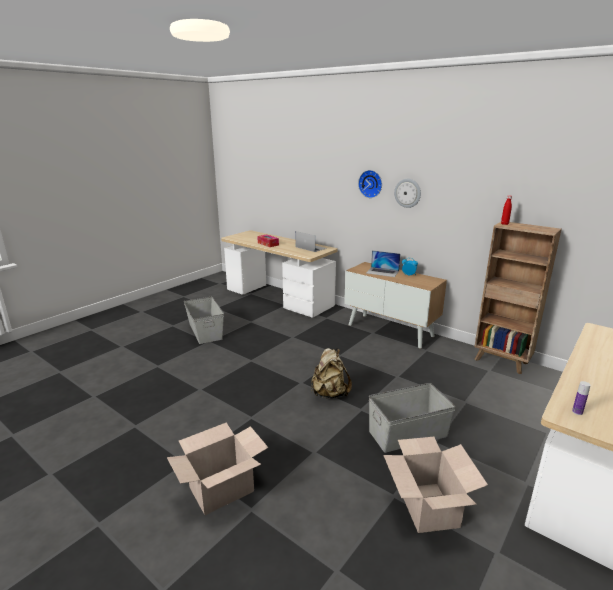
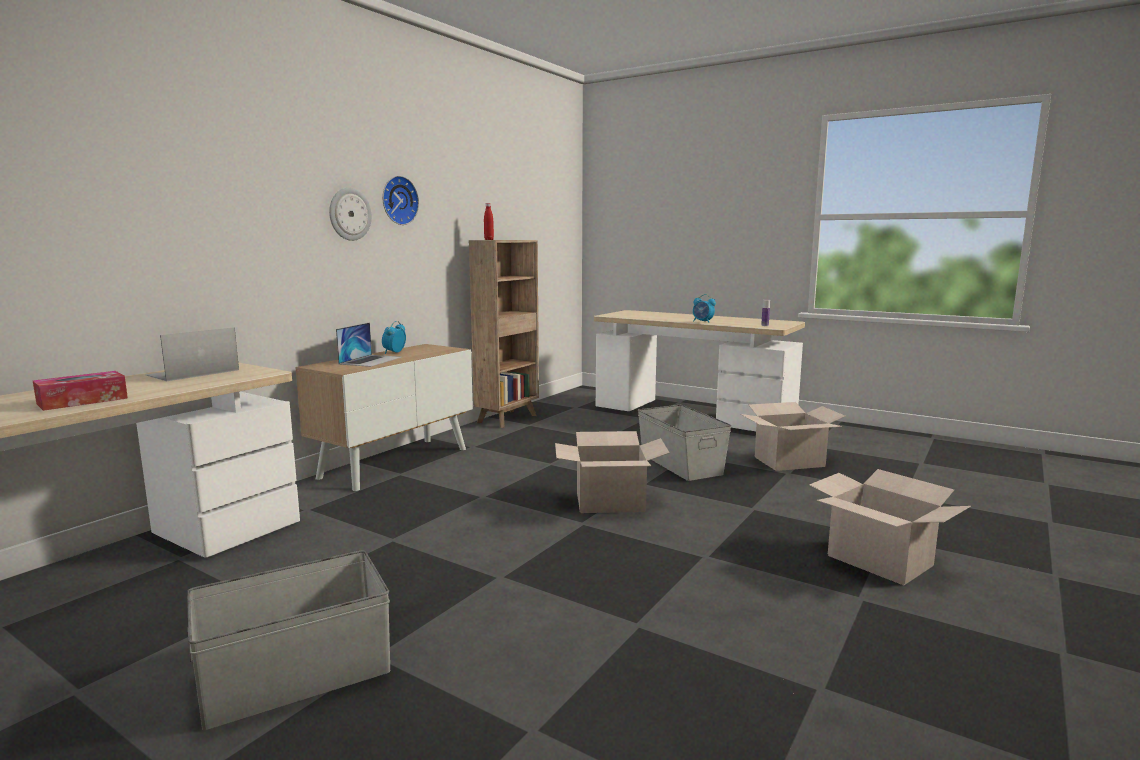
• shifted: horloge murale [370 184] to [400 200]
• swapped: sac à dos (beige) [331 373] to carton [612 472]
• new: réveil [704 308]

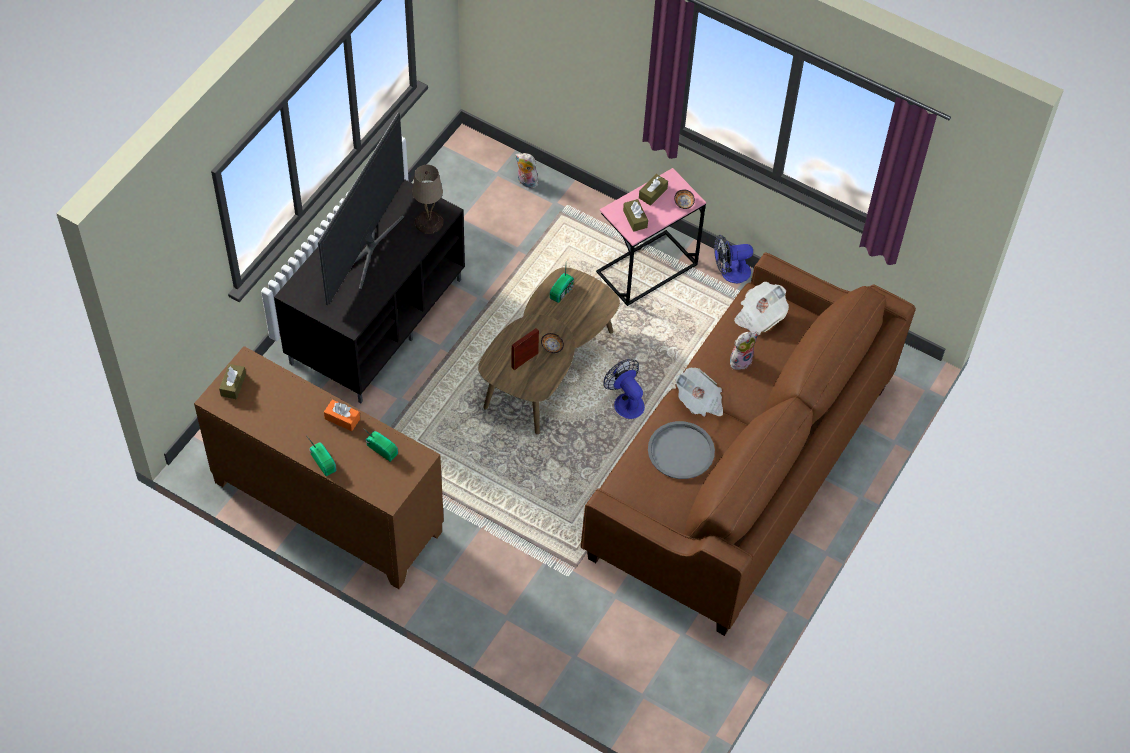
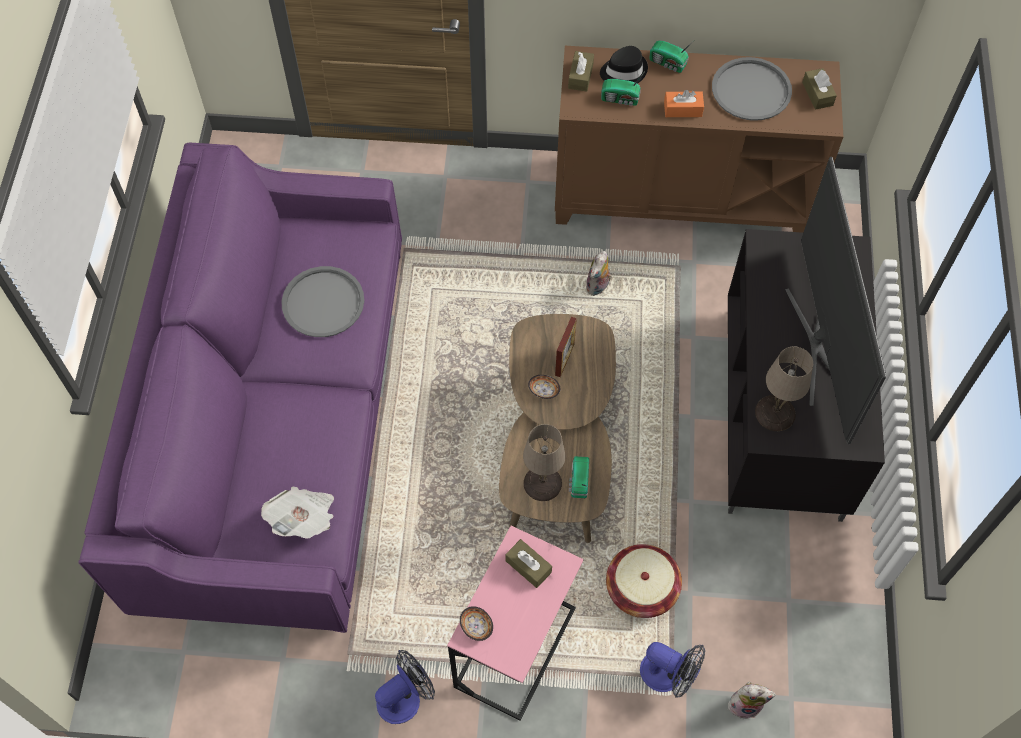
• shifted: boîte à mouchoirs (marron) [653 190] to [581 71]
• repainted: canapé (marron) [748 444] to canapé (violet) [240 387]
• shifted: peluche [744 351] to [599 273]
• shifted: ventilateur [624 389] to [672 670]
• gone: journal [699 392]
• new: chapeau (noir) [624 65]
• new: plateau (gris) [752 89]
• new: lampe de table (beige) [544 462]
• new: panier [644 581]

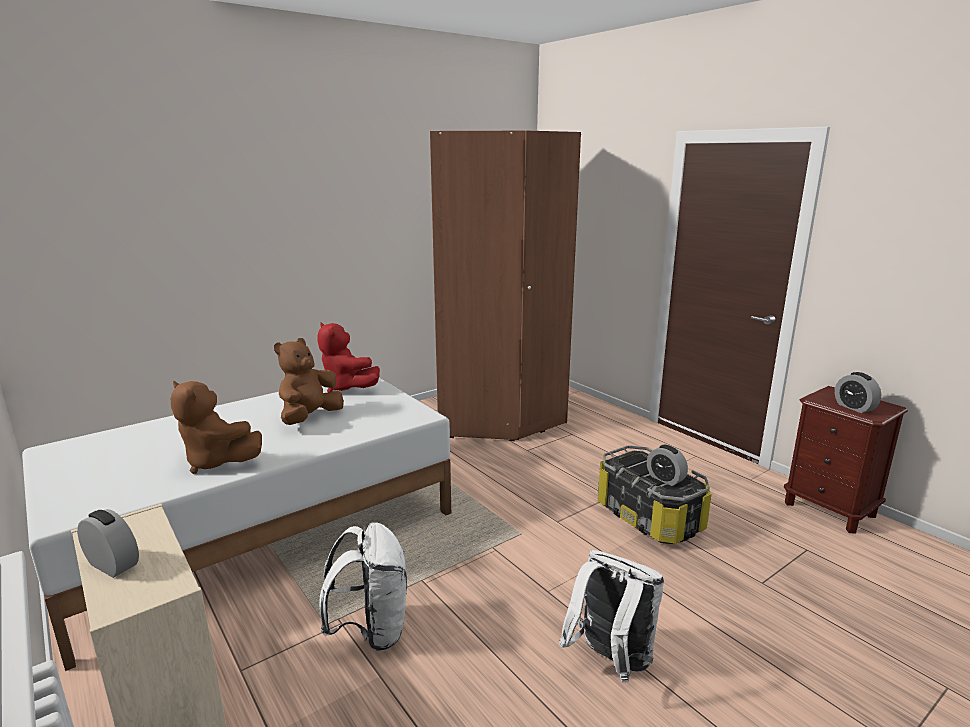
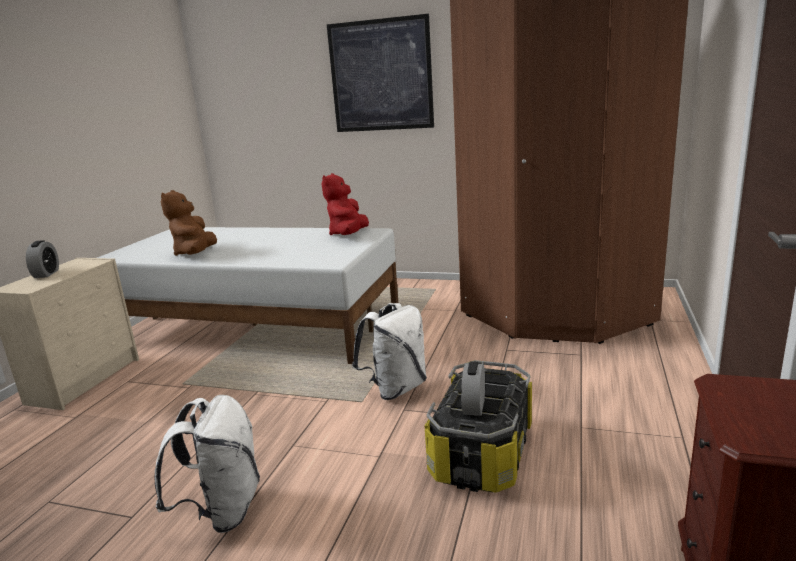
• gone: peluche (marron) [309 381]
• gone: réveil [858 392]
• shifted: sac à dos (blanc) [363 586] to [389 351]
• new: tableau [380 73]

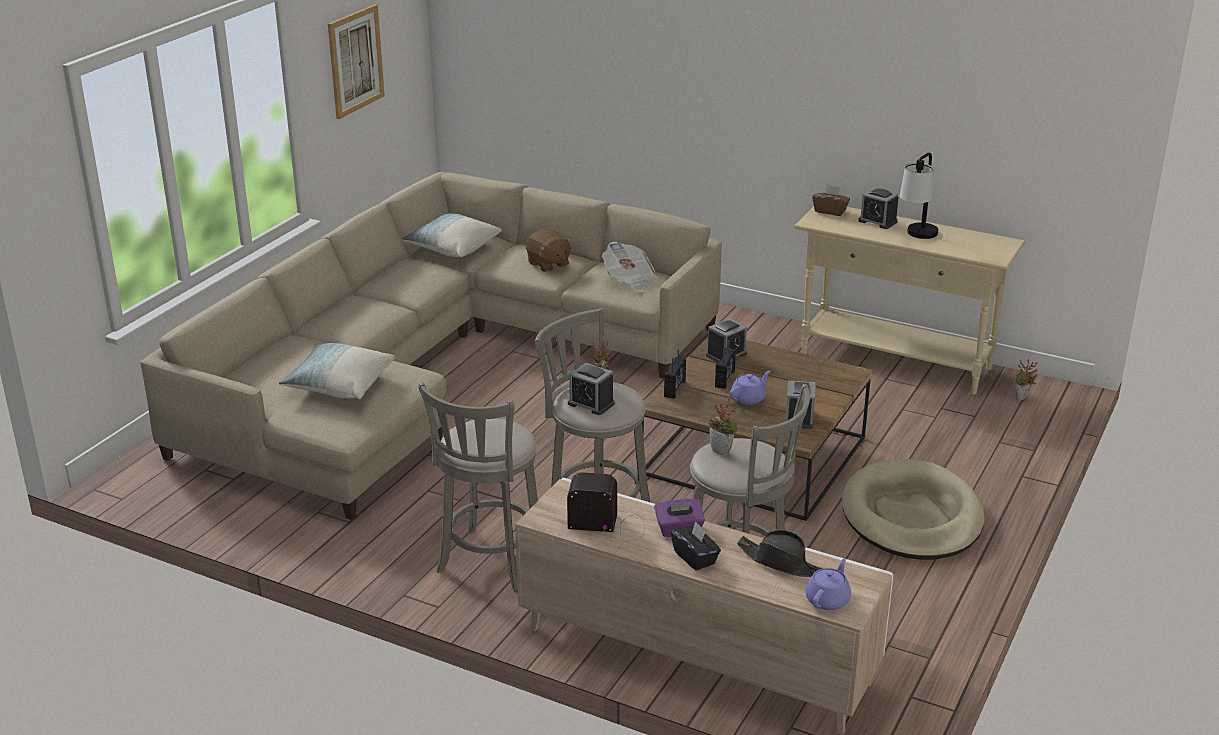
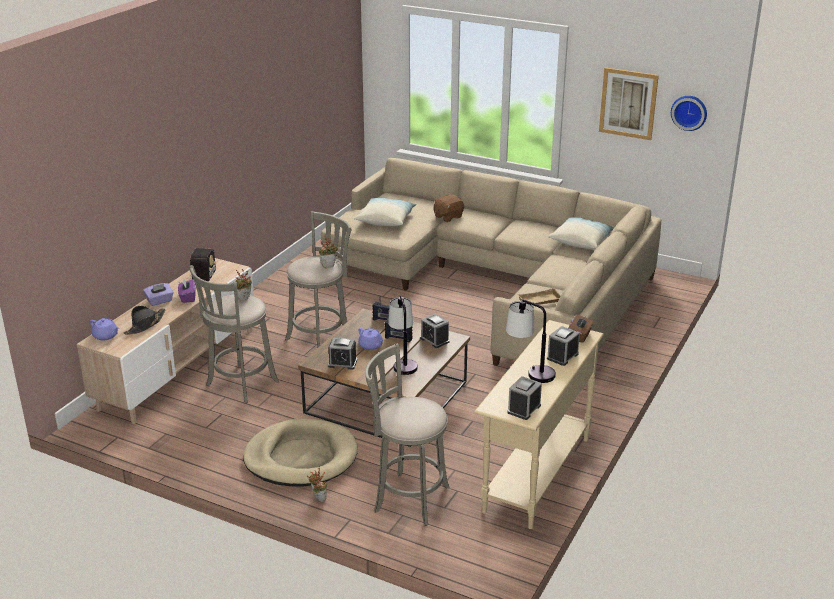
• shifted: peluche (marron) [548 250] to [449 208]
• swapped: journal [630 267] to plateau (beige) [539 296]
• shifted: plante en pot [1026 380] to [317 484]
• shifted: réveil [591 389] to [524 398]
• shifted: tabouret (gris) [478 487] to [407 434]
• repainted: boîte à mouchoirs (noir) [696 546] to boîte à mouchoirs (violet) [158 294]
• new: horloge murale [689 113]
• new: lampe de table [402 335]

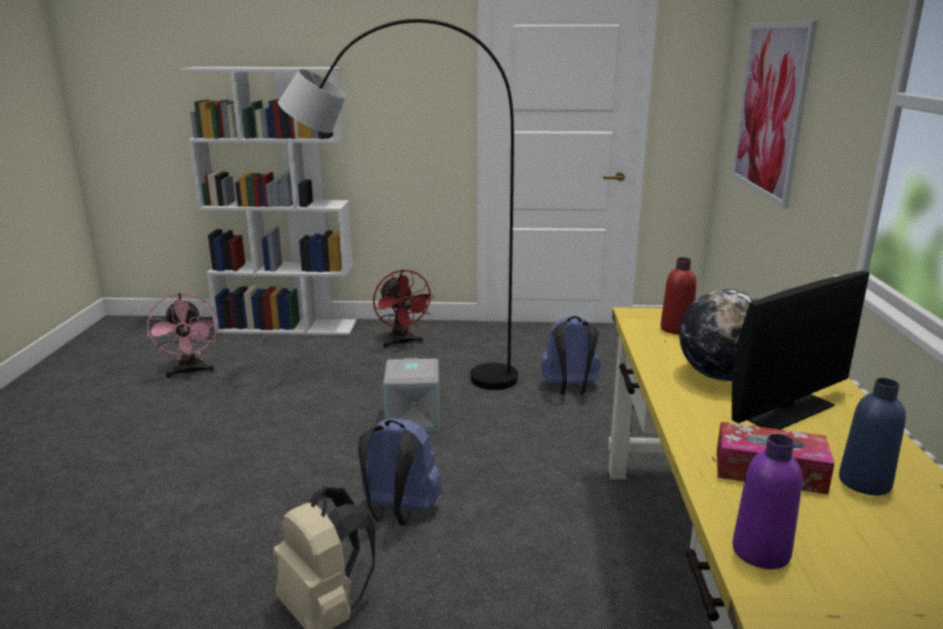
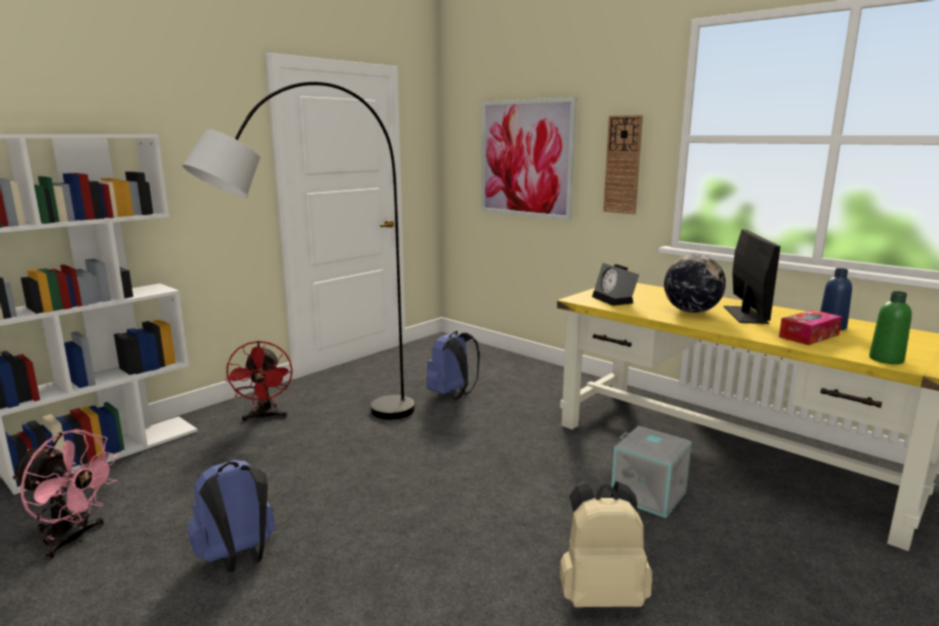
• swapped: bouteille (rouge) [678 296] to réveil [615 284]
• rotated: ventilateur (rouge) [403 308] = [259 381] 60 degrees clockwise
• shifted: boîte de rangement (gris) [411 395] to [651 472]
• shifted: sac à dos (bleu) [399 472] to [231 516]
• repainted: bouteille (violet) [768 501] to bouteille (vert) [890 327]
• new: horloge murale [623 164]

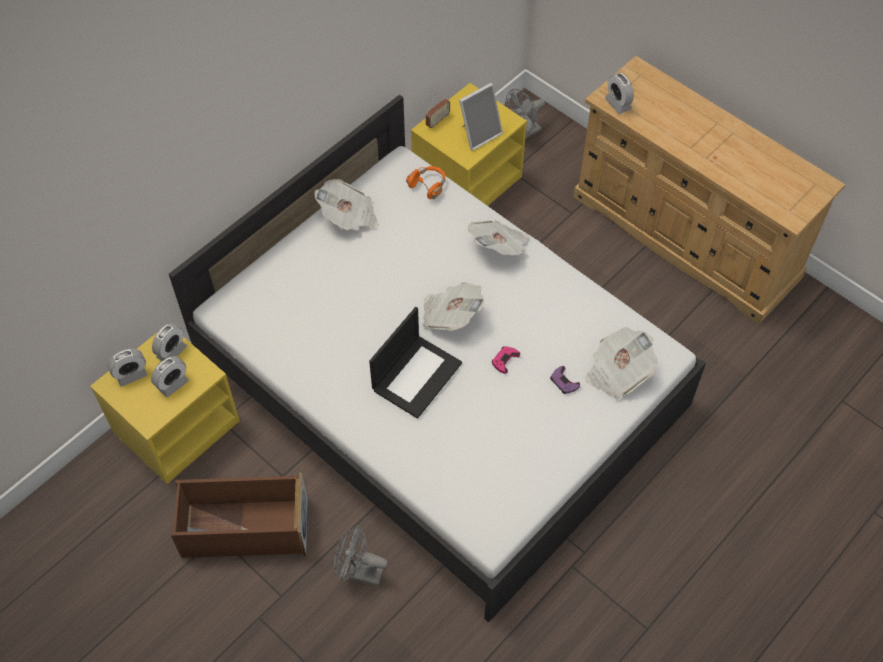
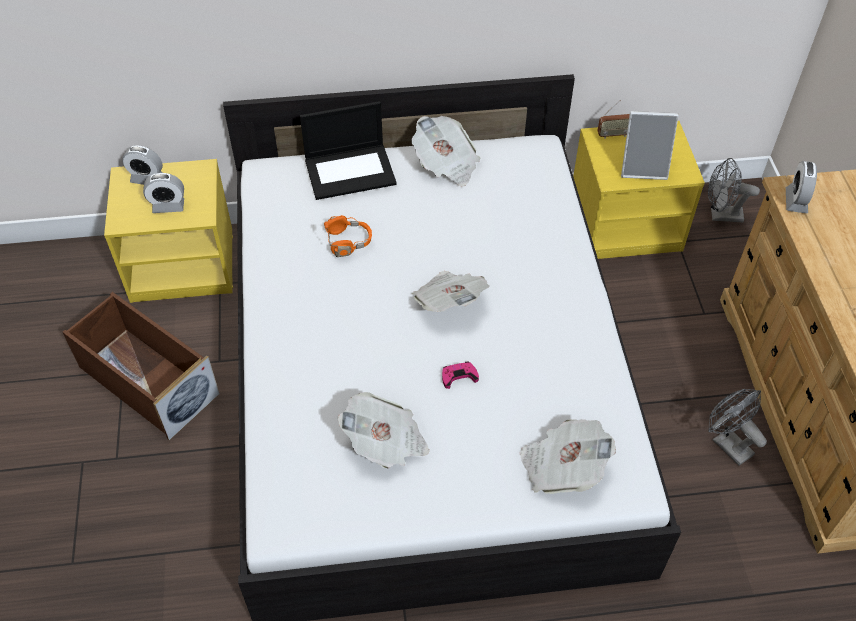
• shifted: casque audio (orange) [425 182] to [348 236]
• shifted: journal [498 237] to [384 430]
• shifted: ordinateur portable [415 363] to [348 150]
• gone: réveil [169 342]
• gone: manette (violet) [565 380]
• shifted: ventilateur (gris) [361 555] to [737 427]

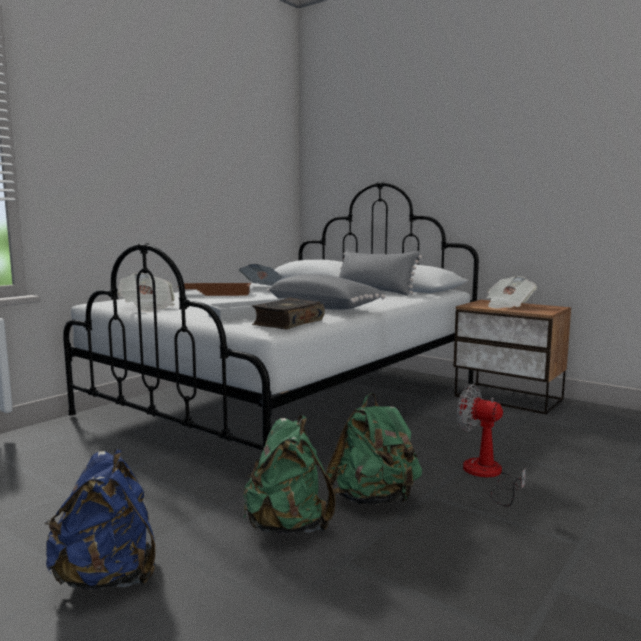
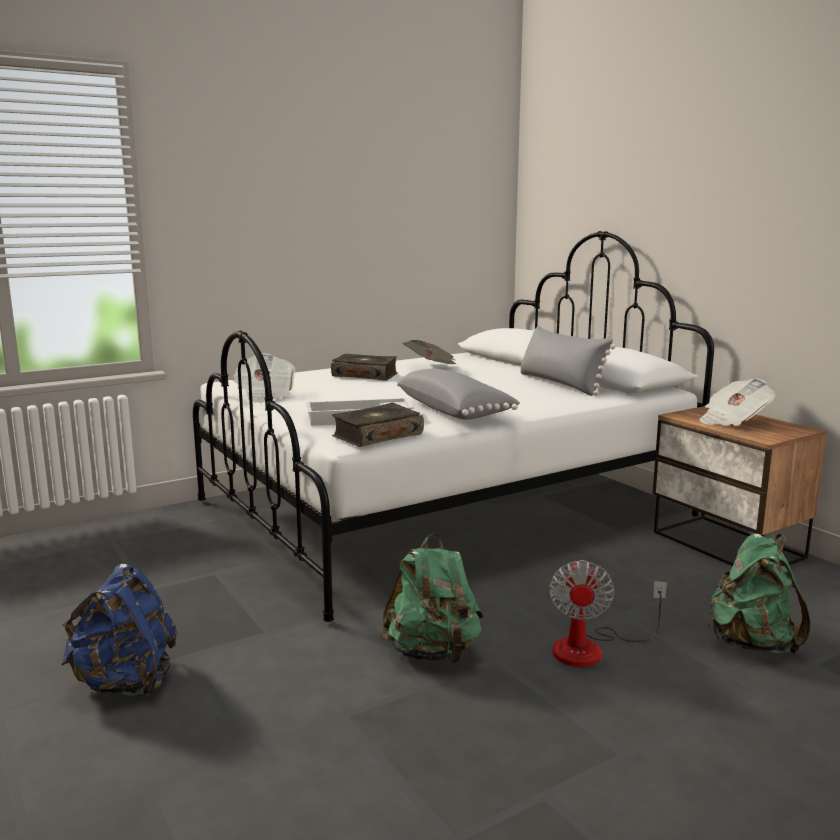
• swapped: plateau (marron) [214 289] to livre [364 367]
• rotated: ventilateur [491 446] = [608 613] 135 degrees counterclockwise
• shifted: sac à dos (vert) [289 474] to [759 594]

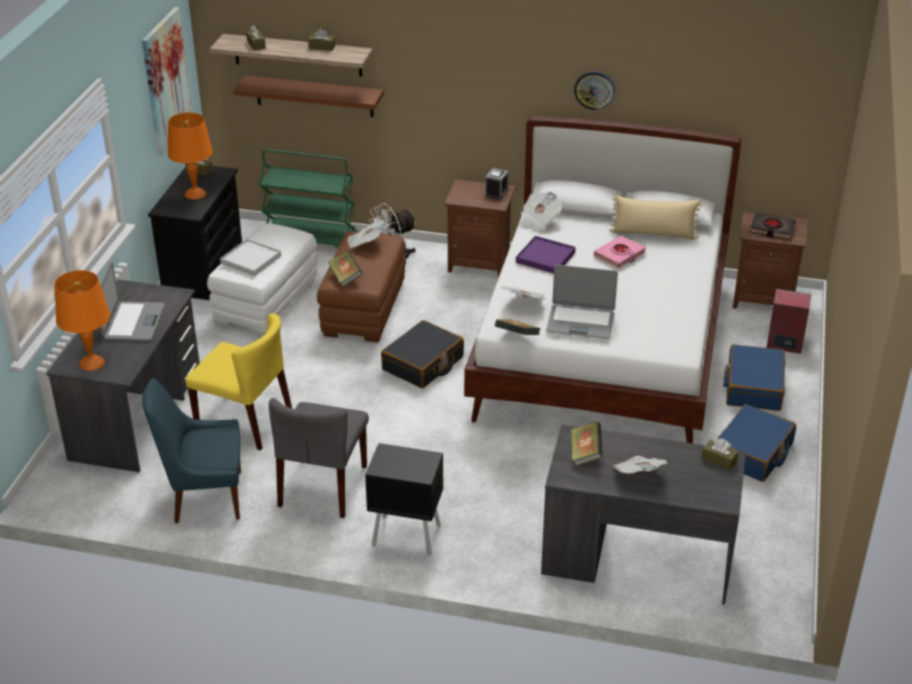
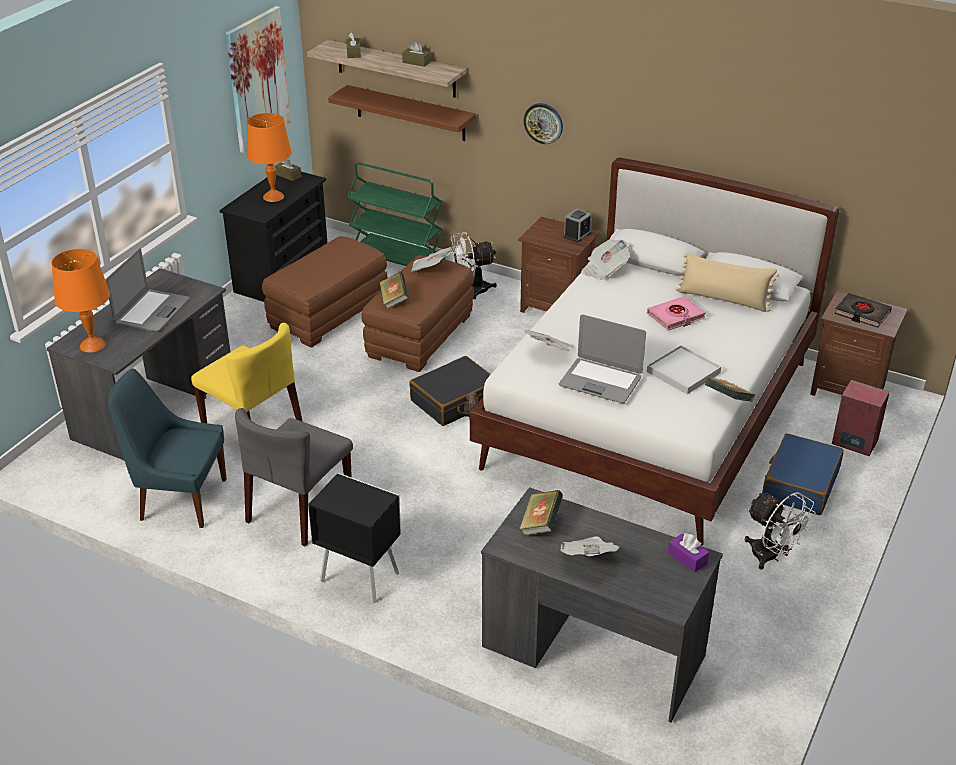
• shifted: horloge murale [594 90] to [543 123]
• repainted: pouf (blanc) [262 279] to pouf (marron) [325 292]
• gone: plateau (violet) [546 255]
• shifted: plateau (blanc) [250 257] to [684 369]
• shifted: livre [517 327] to [730 390]
• swapped: valise (bleu) [756 443] to ventilateur (blanc) [780 531]
• repainted: boîte à mouchoirs (marron) [720 454] to boîte à mouchoirs (violet) [688 552]

